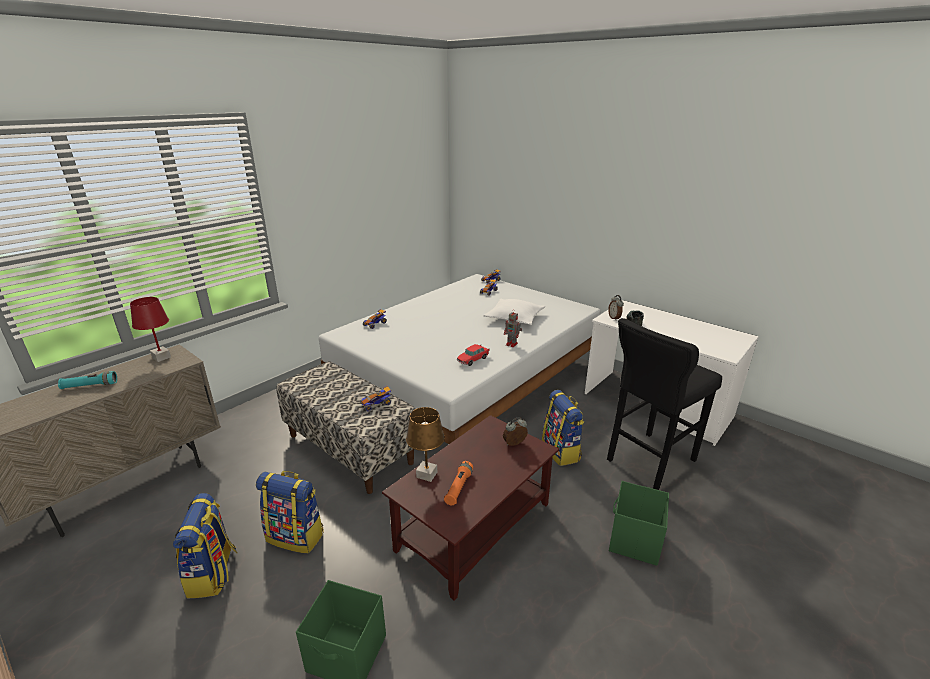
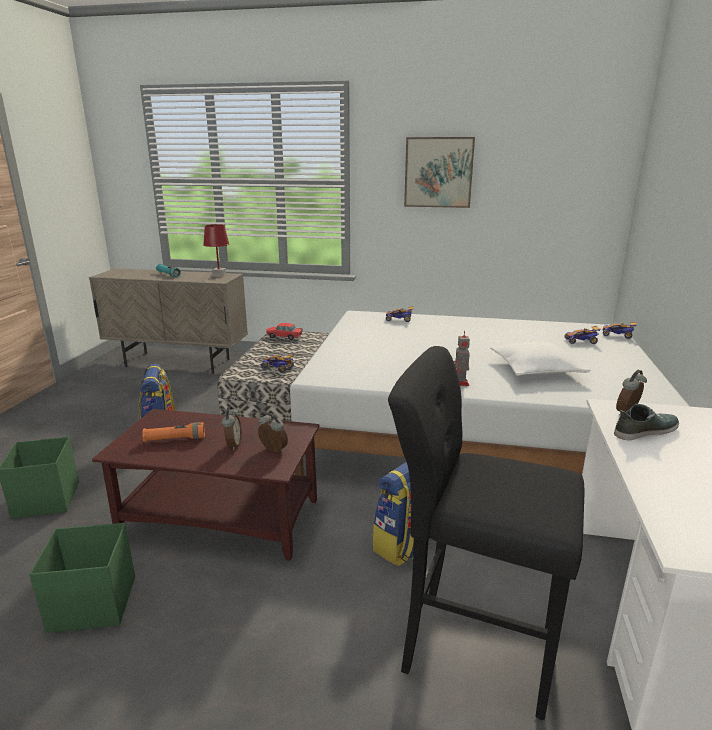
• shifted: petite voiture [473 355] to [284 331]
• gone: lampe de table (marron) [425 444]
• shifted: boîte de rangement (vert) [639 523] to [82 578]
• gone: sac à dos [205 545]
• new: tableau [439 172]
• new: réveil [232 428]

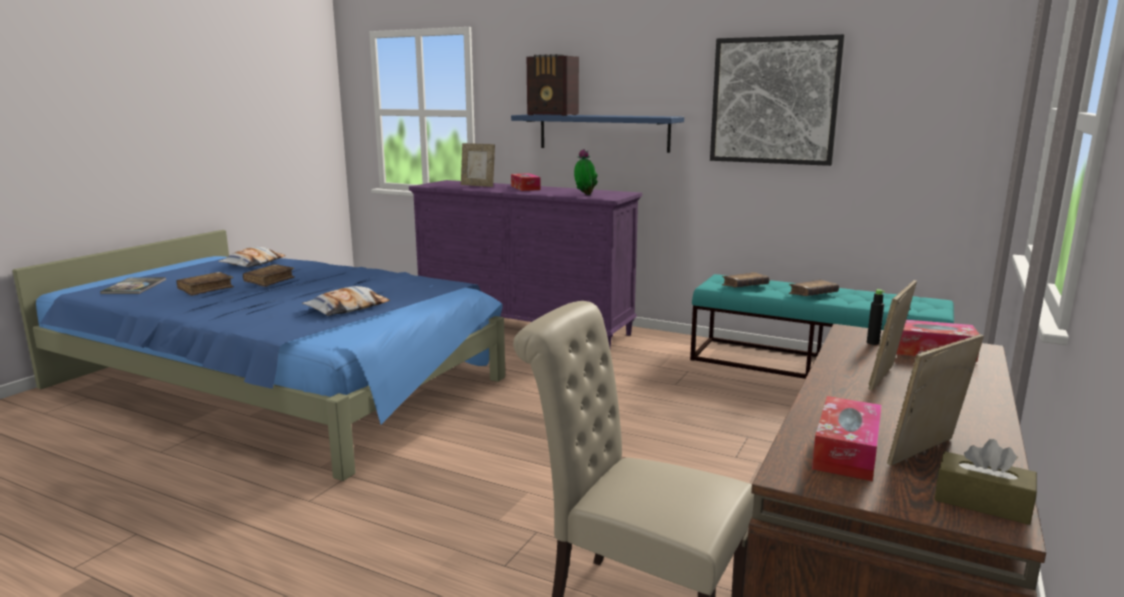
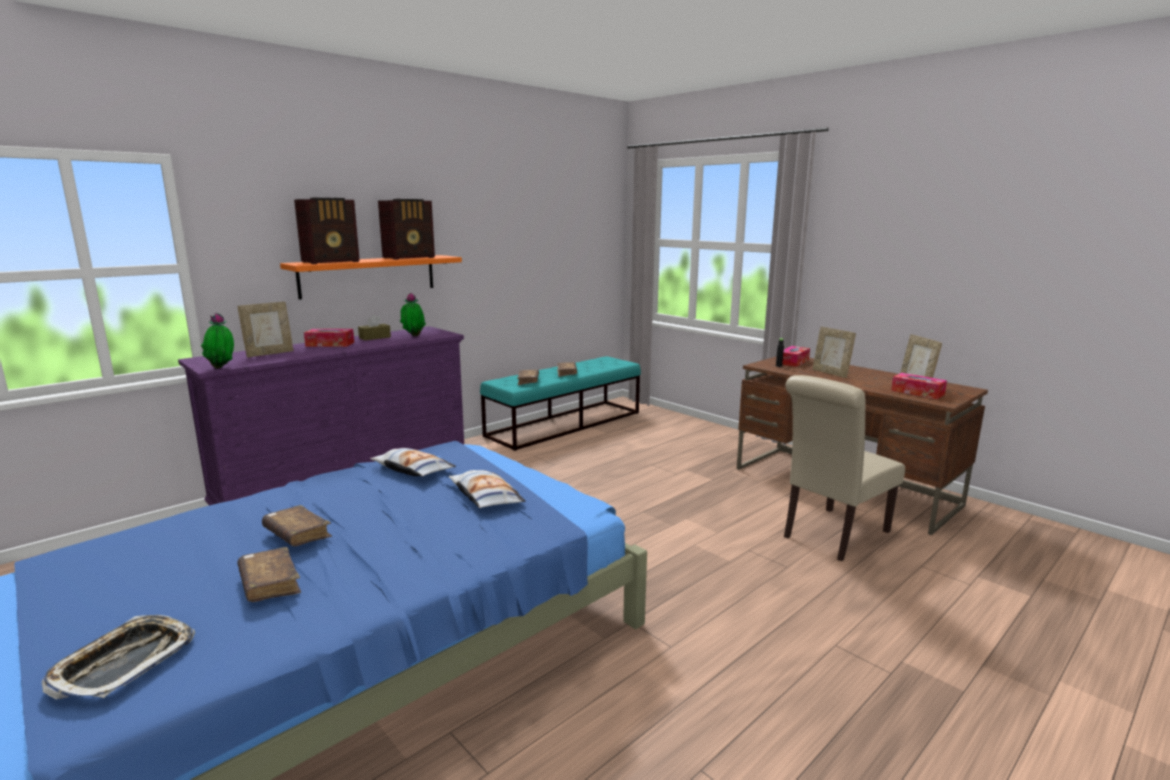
• gone: tableau [777 100]
• repainted: étagère (bleu) [597 133] to étagère (orange) [371 277]
• shifted: coussin [252 257] to [413 462]
• swapped: livre [133 285] to plateau [118 657]
• shifted: boîte à mouchoirs (marron) [985 482] to [374 327]
• new: radio [406 229]
• new: plante en pot [217 341]

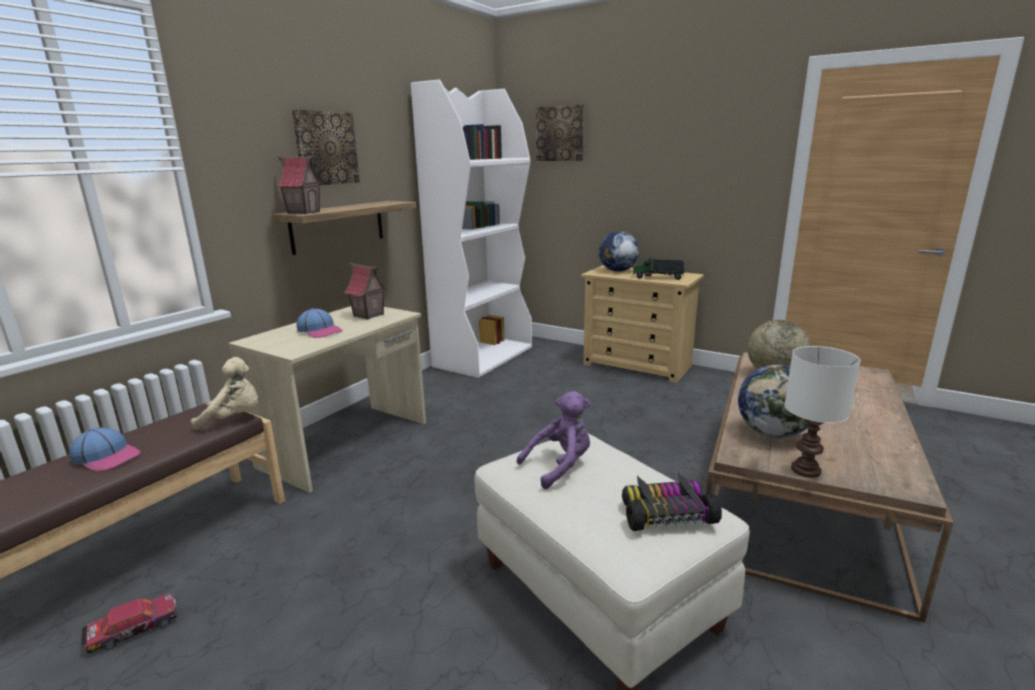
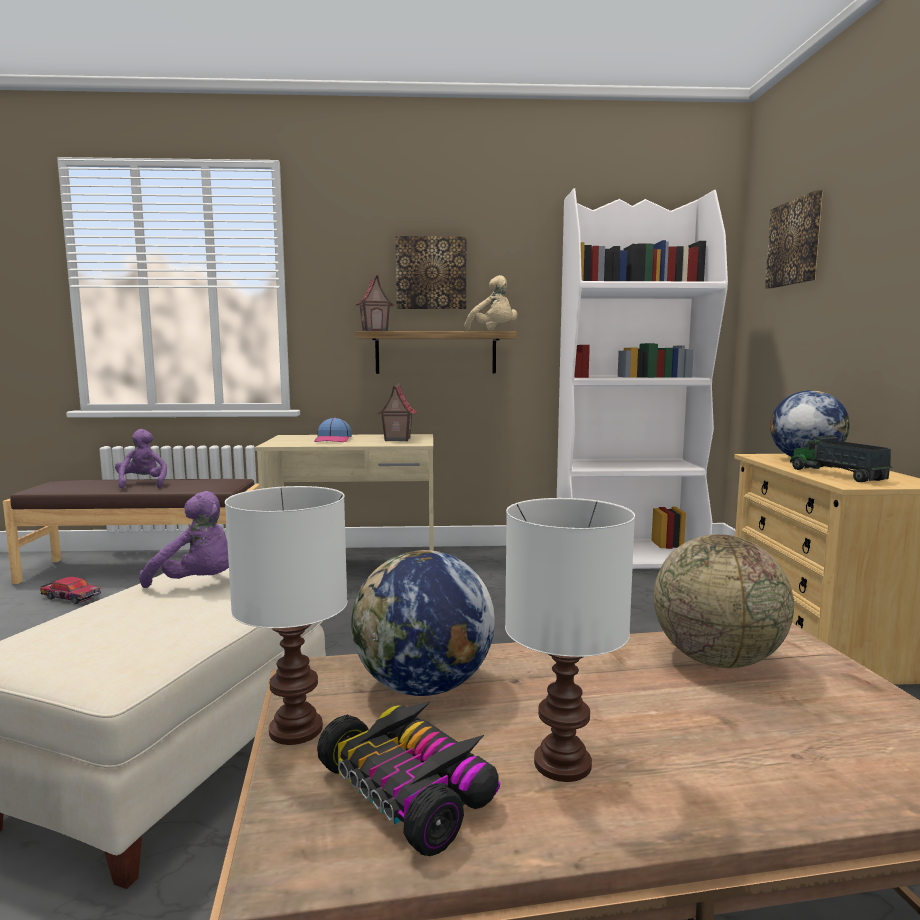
• shifted: peluche (beige) [224 393] to [491 303]
• swapped: casquette [105 450] to peluche (violet) [141 459]
• shifted: petite voiture [672 501] to [409 778]
• new: lampe de table (blanc) [570 640]

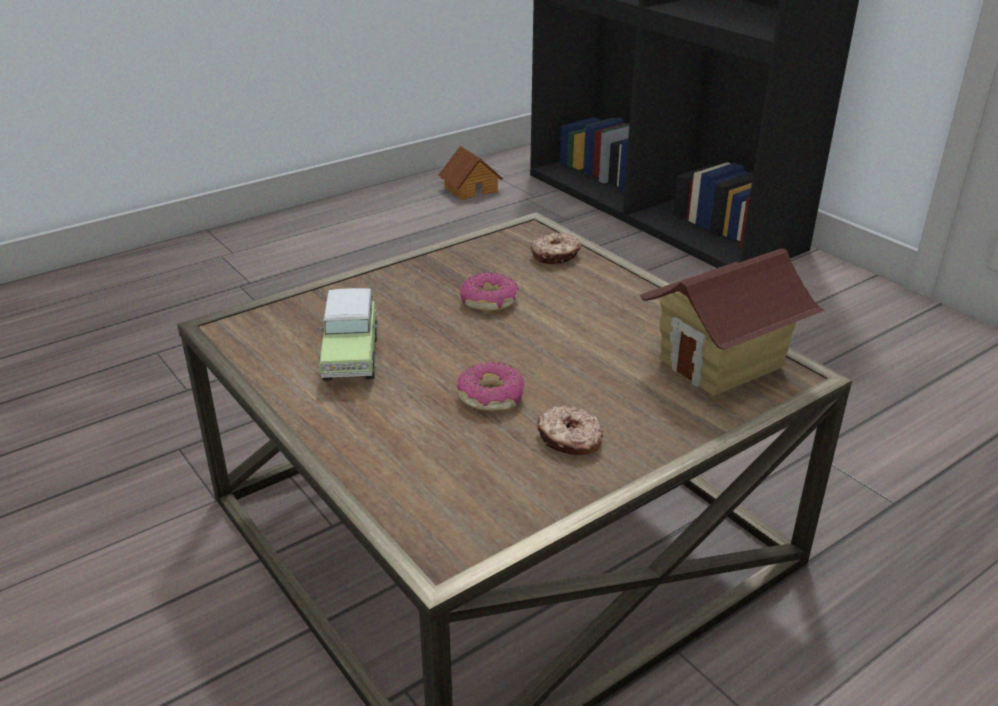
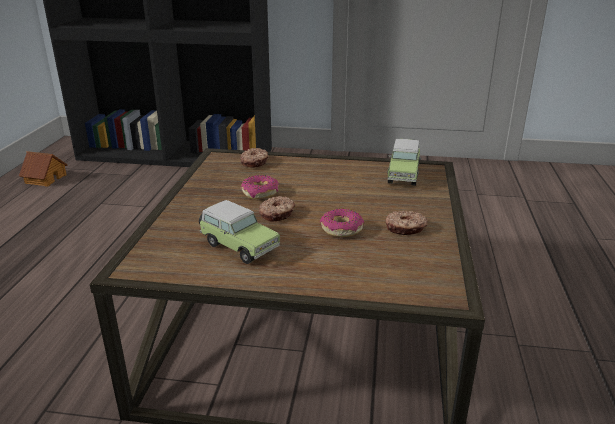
• swapped: maison miniature [732 322] to petite voiture [404 162]
• new: beignet [277 208]

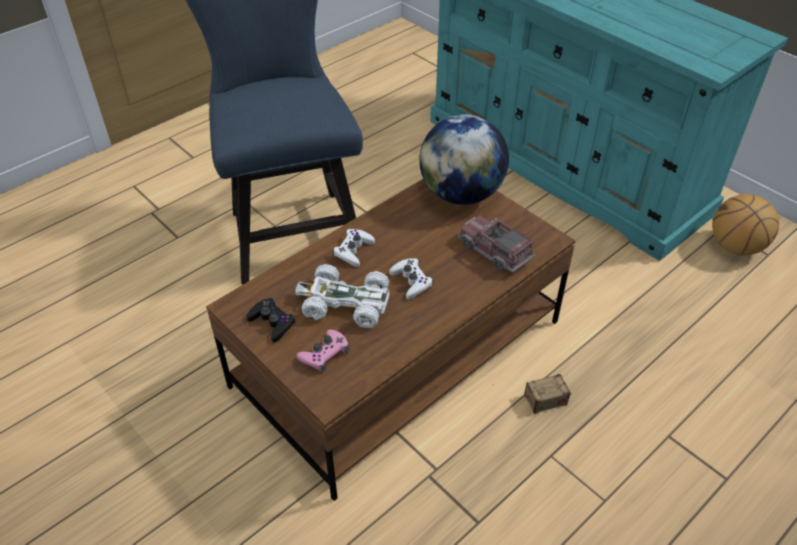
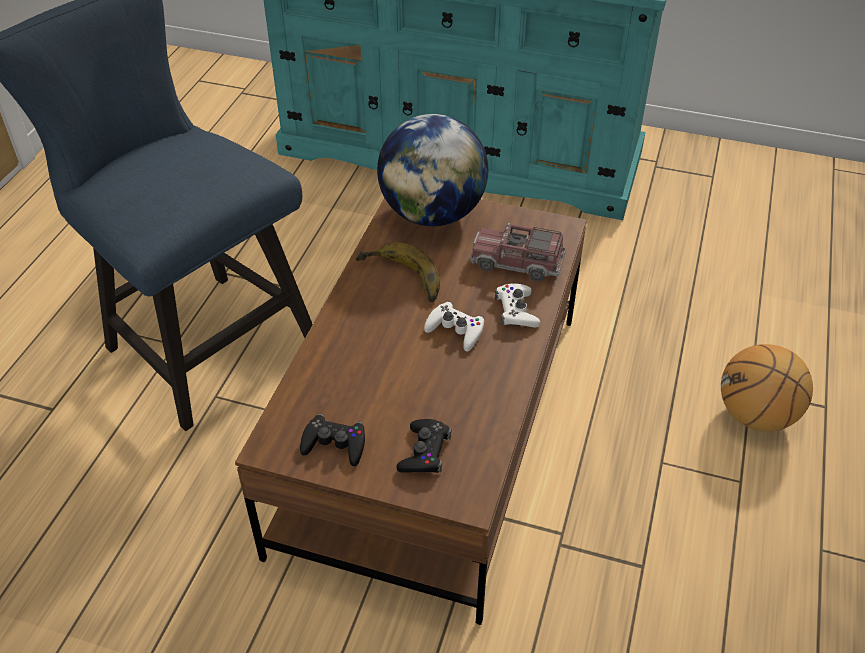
• shifted: ballon de basket [745 224] to [767 388]
• shifted: manette (blanc) [354 248] to [517 305]
• gone: petite voiture (blanc) [342 296]
• repainted: manette (rose) [323 351] to manette (noir) [424 446]
• gone: boîte de rangement [530 394]
• new: banane [398 272]

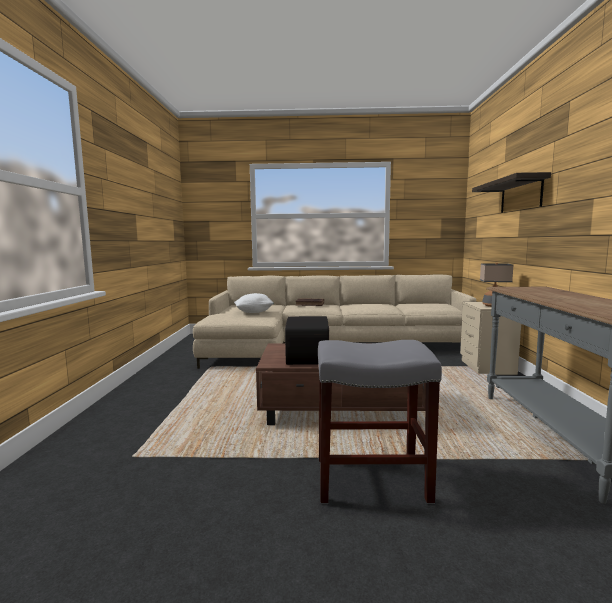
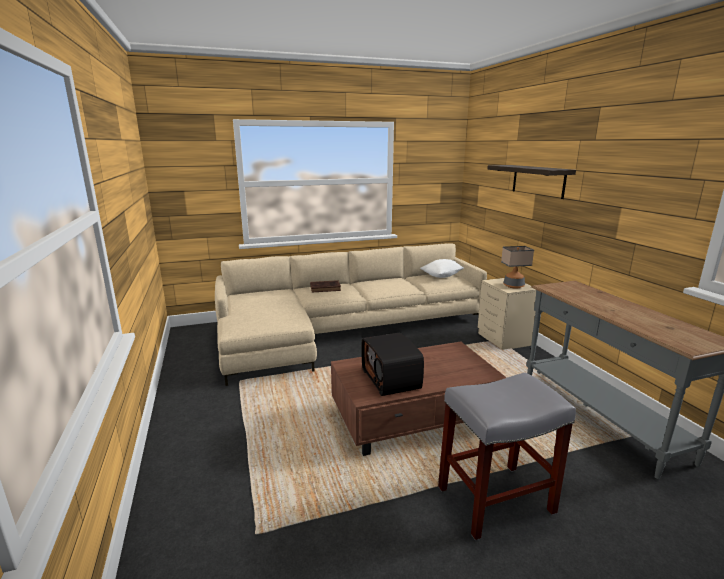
• shifted: coussin (blanc) [254 303] to [442 268]

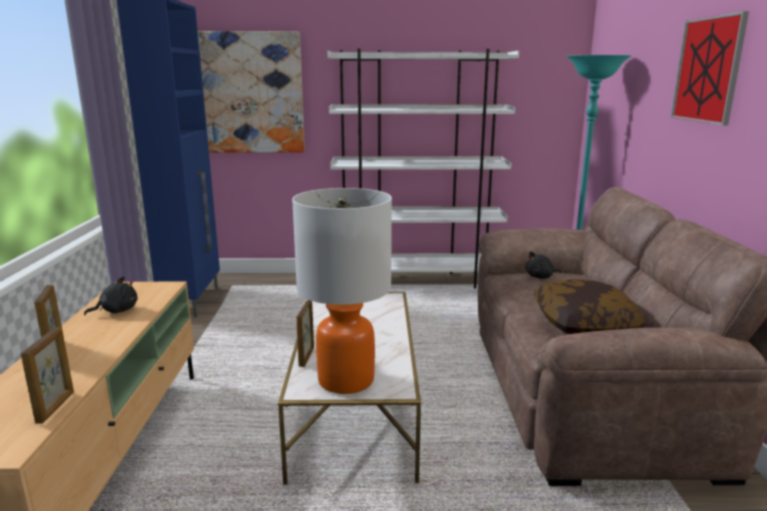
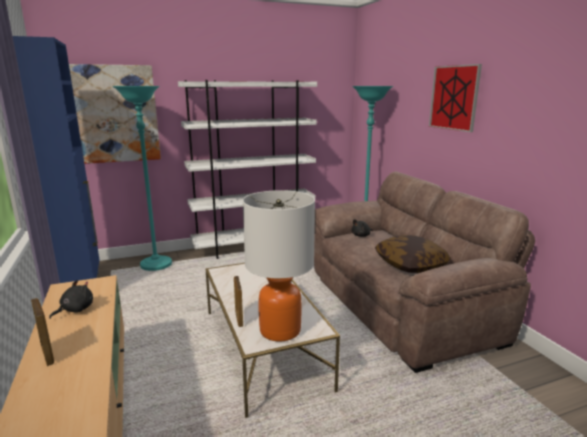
• gone: cadre photo [47 375]
• new: lampadaire (turquoise) [142 178]

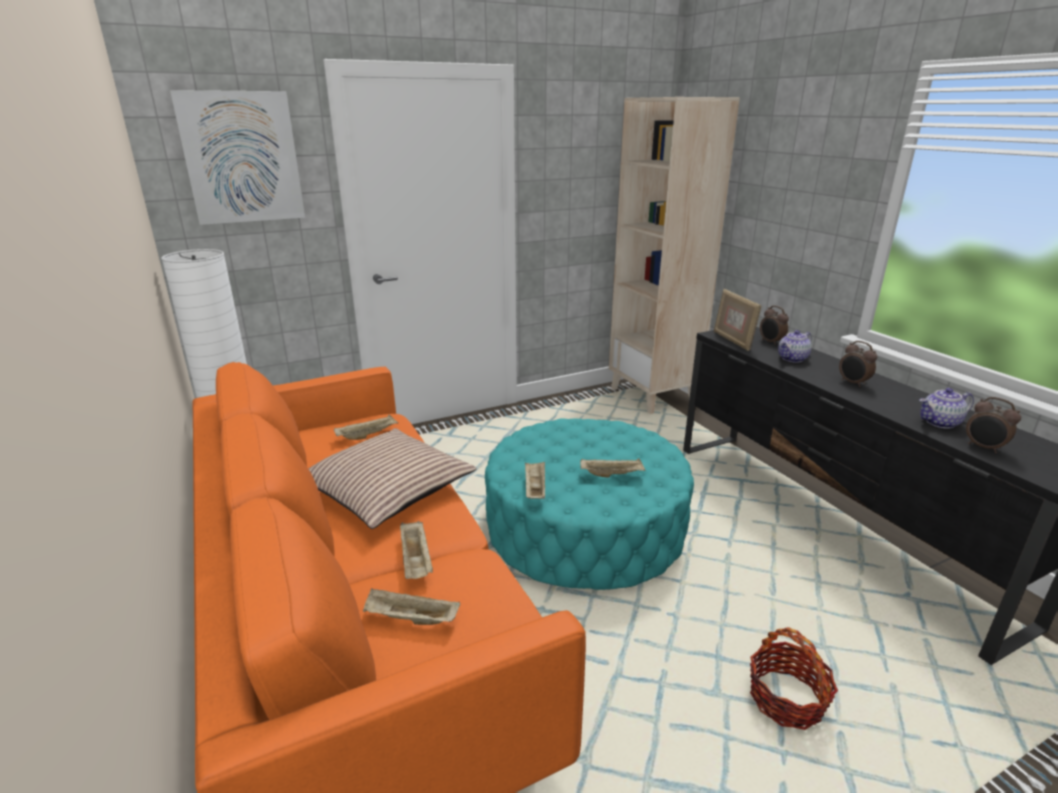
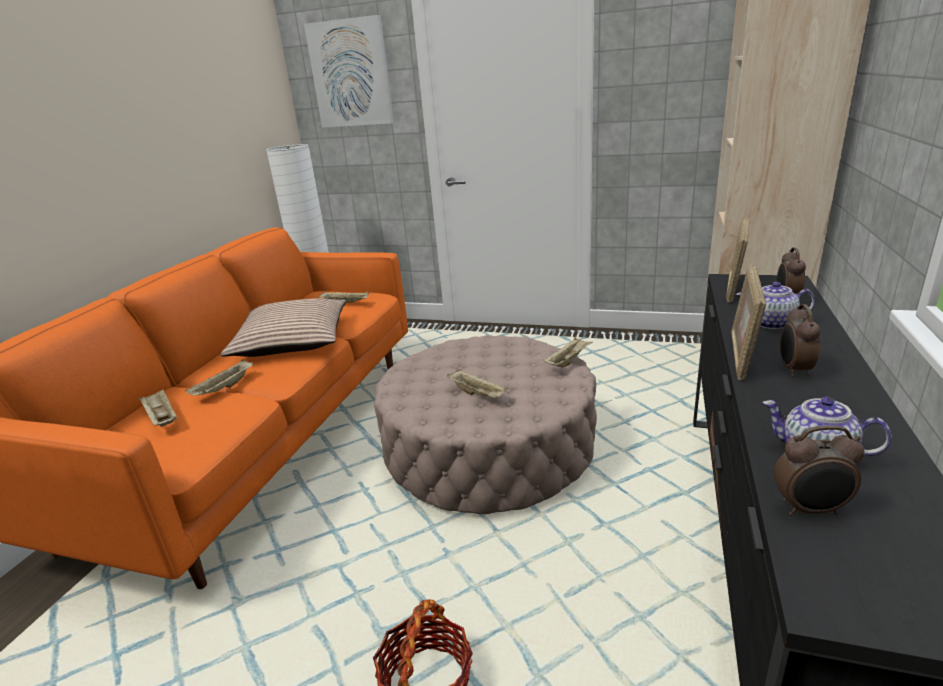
• rotated: réveil [993 425] = [819 470] 90 degrees counterclockwise
• repainted: pouf (turquoise) [589 504] to pouf (beige) [485 424]
• shifted: plateau (beige) [535 480] to [568 352]
• new: cadre photo [748 323]

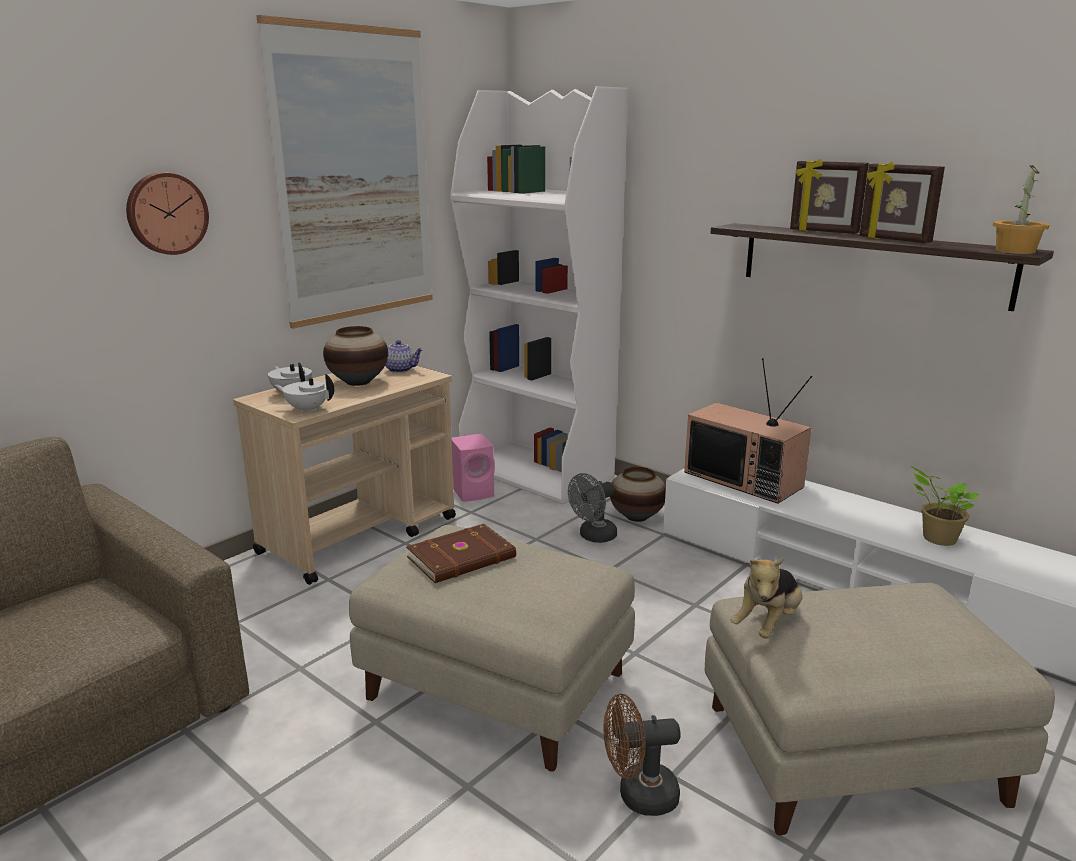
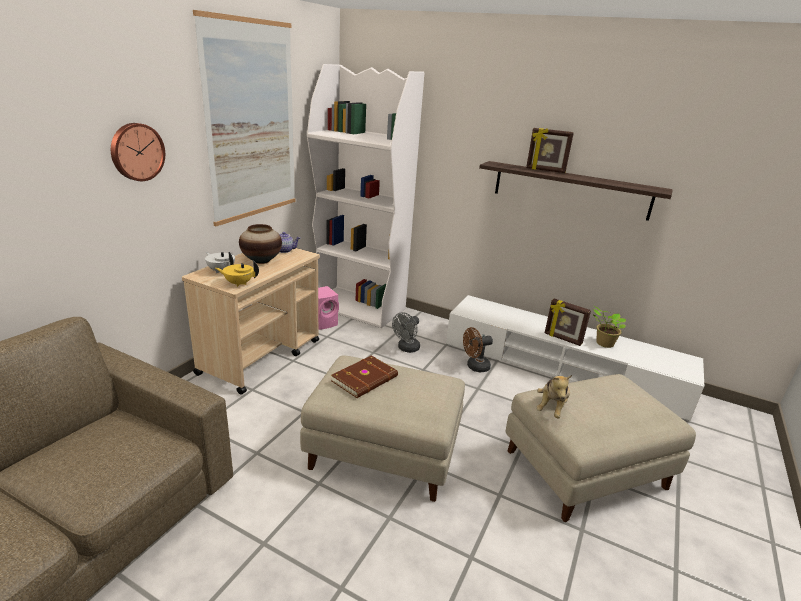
• shifted: cadre photo [902 202] to [568 322]
• gone: plante en pot [1021 209]
• gone: téléviseur [748 431]
• repainted: théière (blanc) [304 393] to théière (jaune) [237 274]
• gone: vase [638 494]
• shifted: ventilateur (marron) [642 755] to [478 349]

